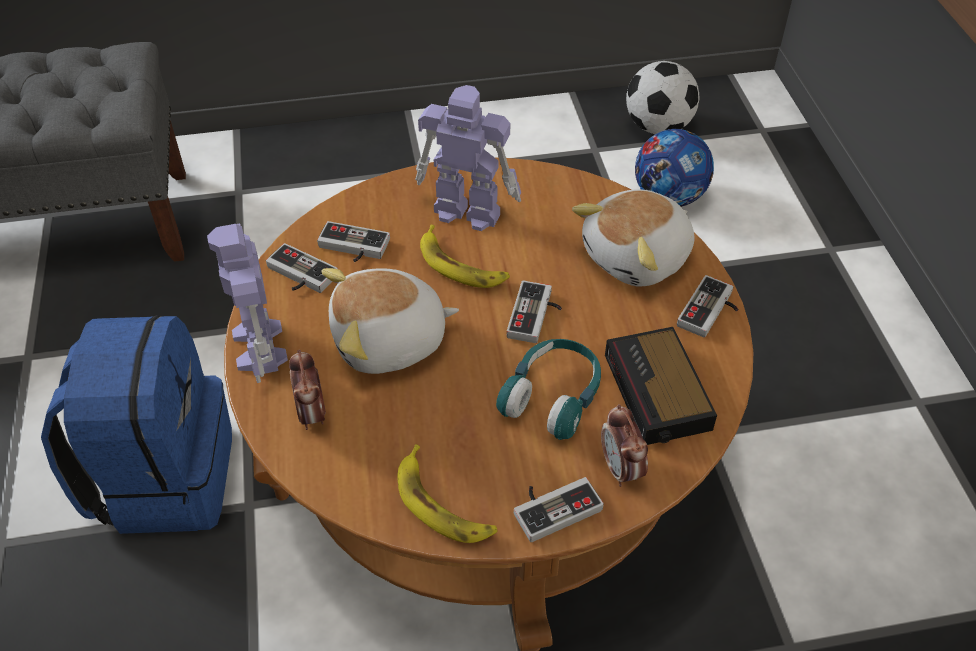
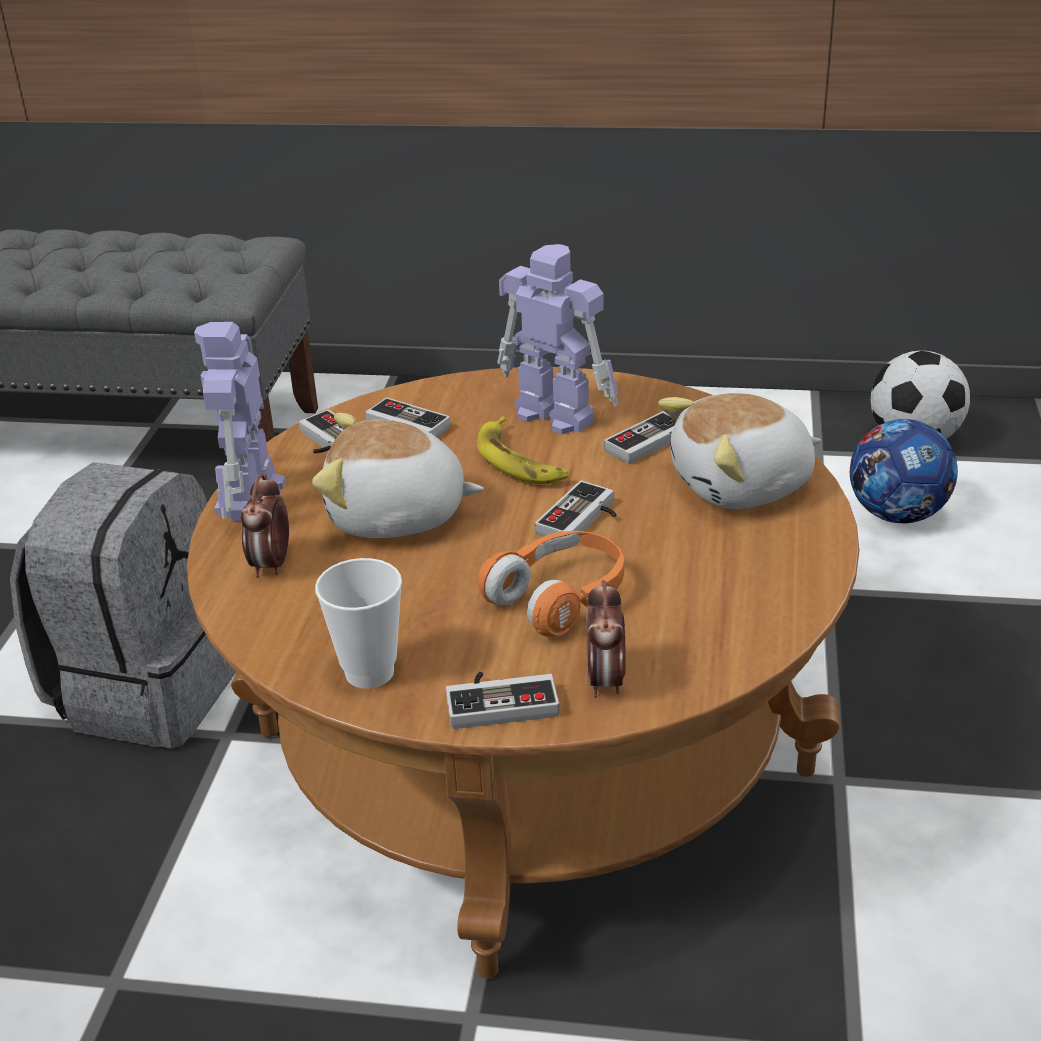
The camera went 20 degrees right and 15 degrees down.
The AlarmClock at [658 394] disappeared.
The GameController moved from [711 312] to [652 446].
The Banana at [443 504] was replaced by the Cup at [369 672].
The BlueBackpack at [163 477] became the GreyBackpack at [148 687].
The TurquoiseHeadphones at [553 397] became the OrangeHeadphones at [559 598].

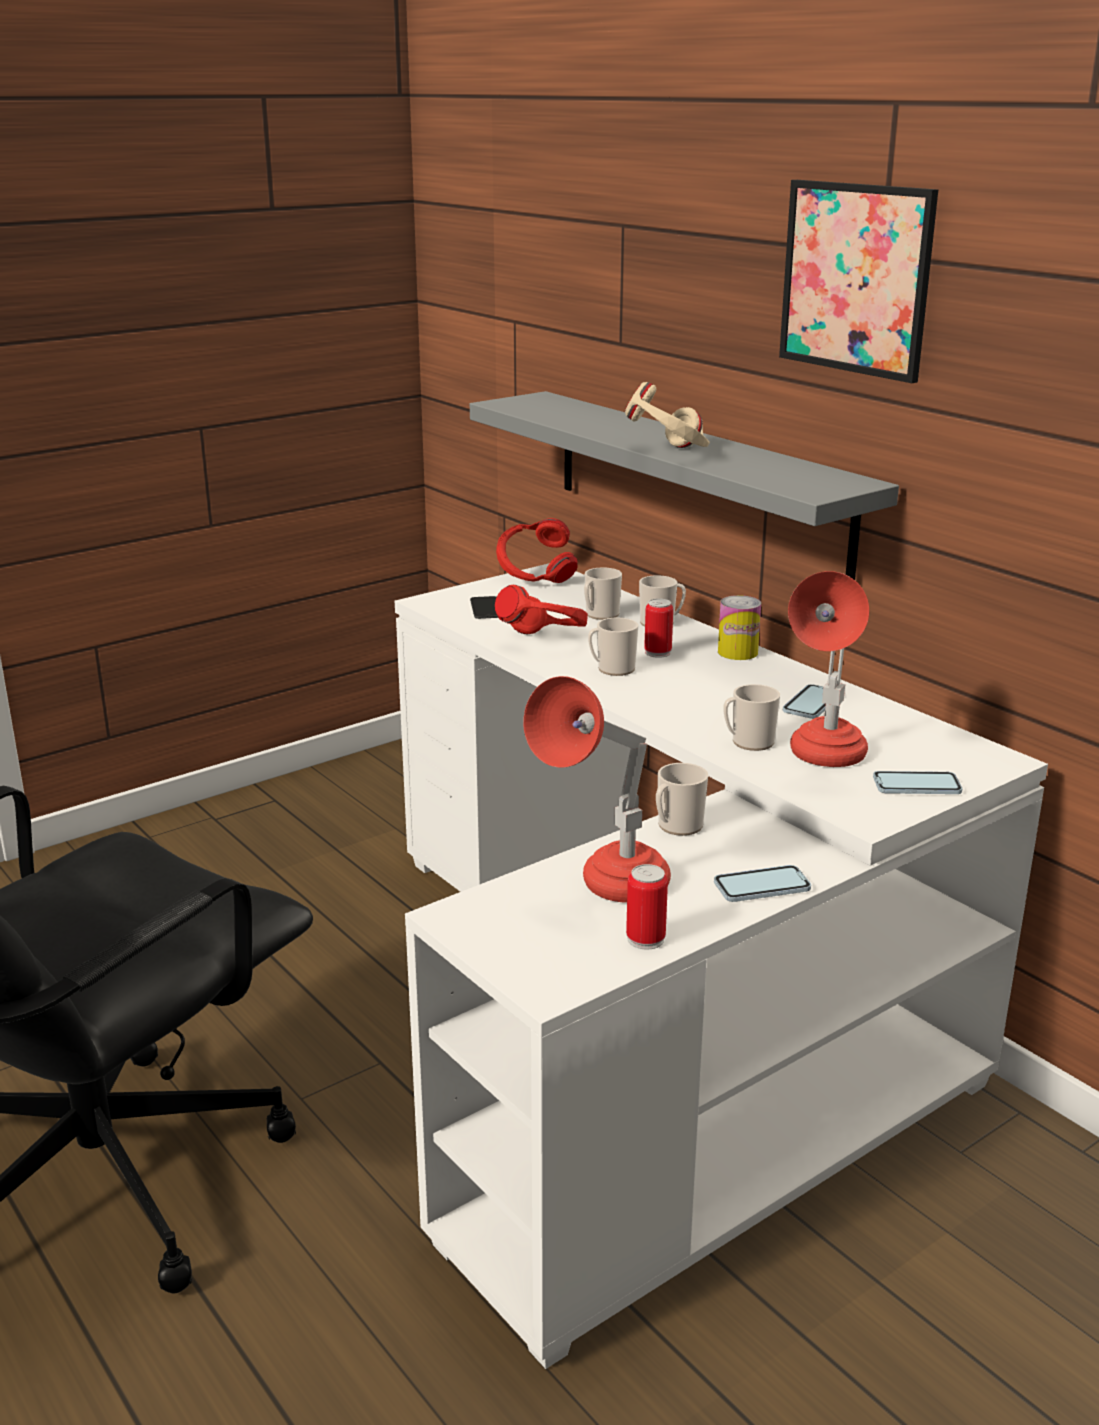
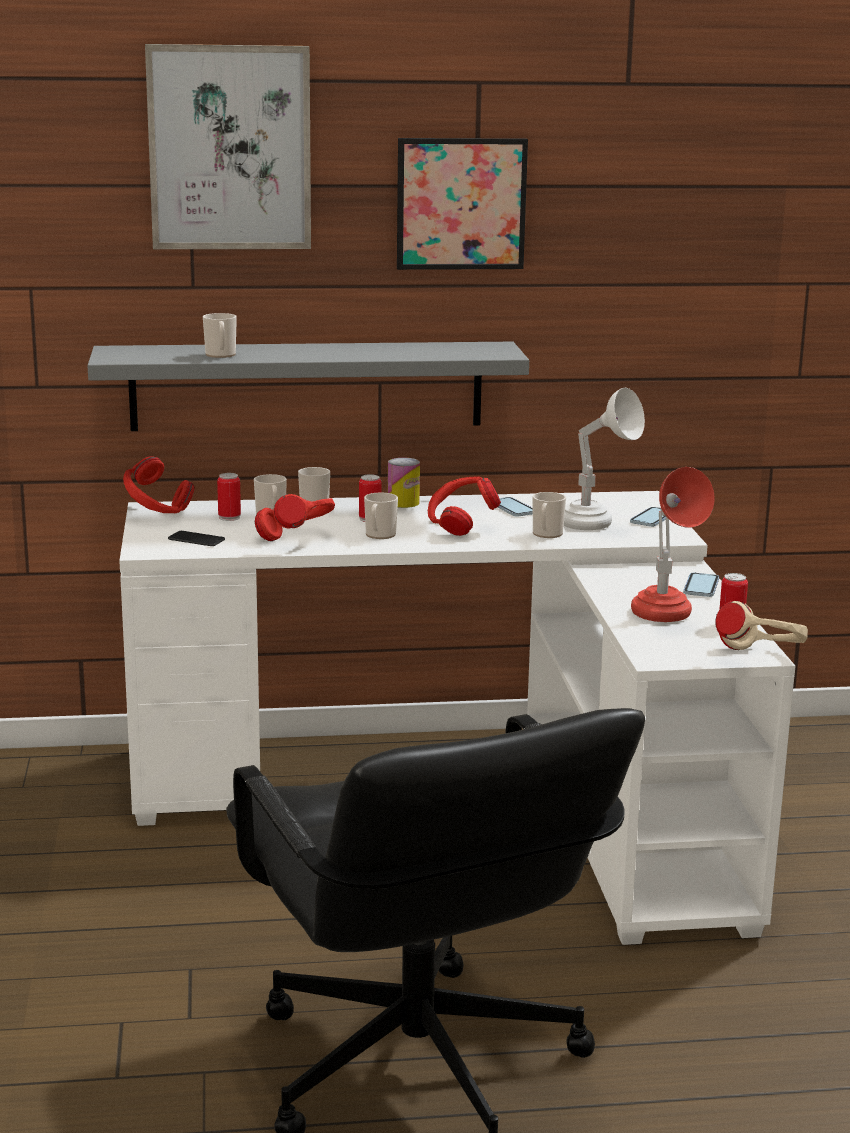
The camera went 60 degrees left and 5 degrees down.
The Picture at [229 148] appeared.
The Can at [229 517] appeared.
The RedHeadphones at [460 527] appeared.
The BeigeHeadphones moved from [669 454] to [759 659].
The Mug moved from [676 826] to [221 355].
The RedTableLamp at [823 761] became the WhiteTableLamp at [596 527].

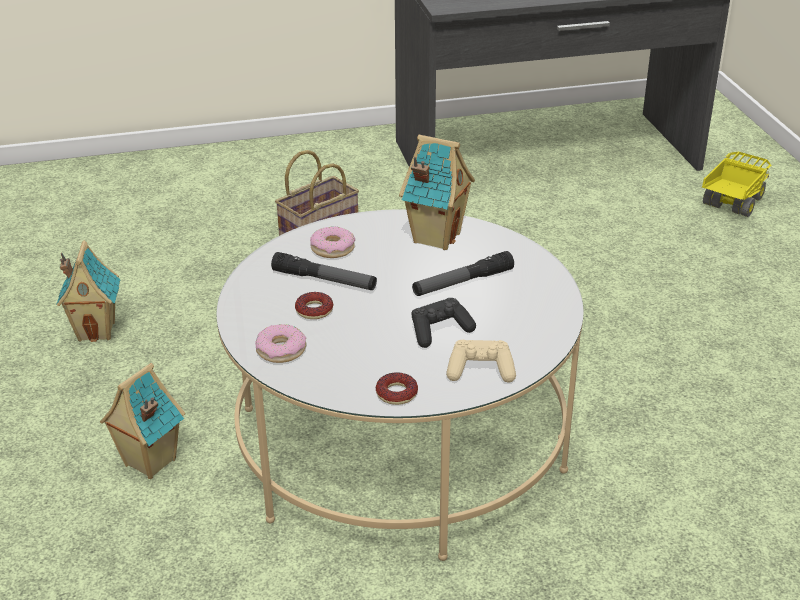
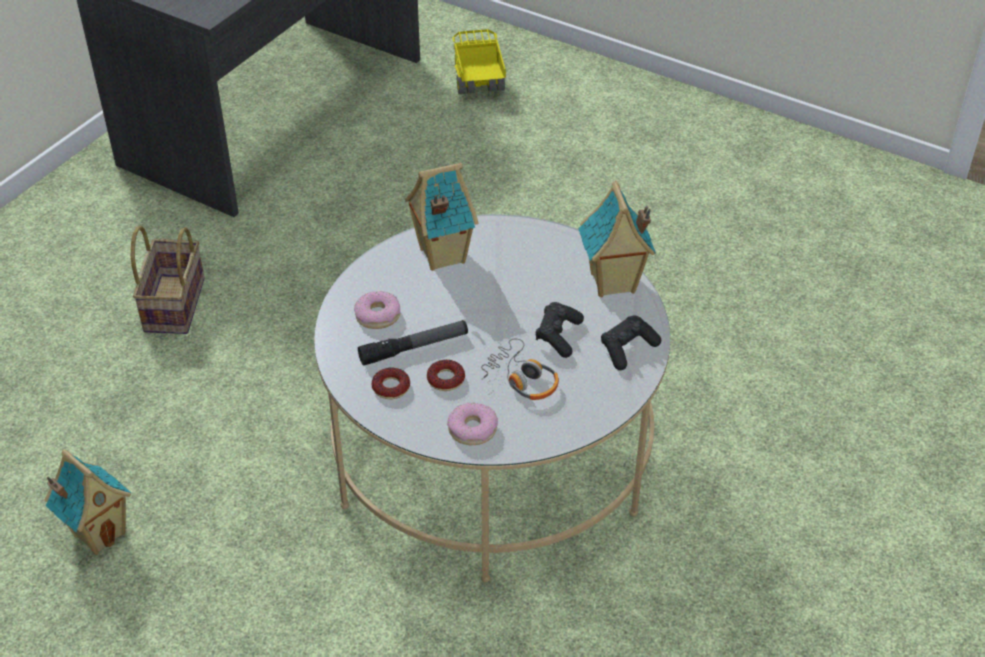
The camera went 45 degrees left and 10 degrees up.
The Flashlight at [462 282] disappeared.
The Headphones at [522 379] appeared.
The ToyHouse moved from [148 463] to [612 284].
The Donut moved from [396 393] to [391 387].
The BeigeGameController at [480 371] became the BlackGameController at [627 349].

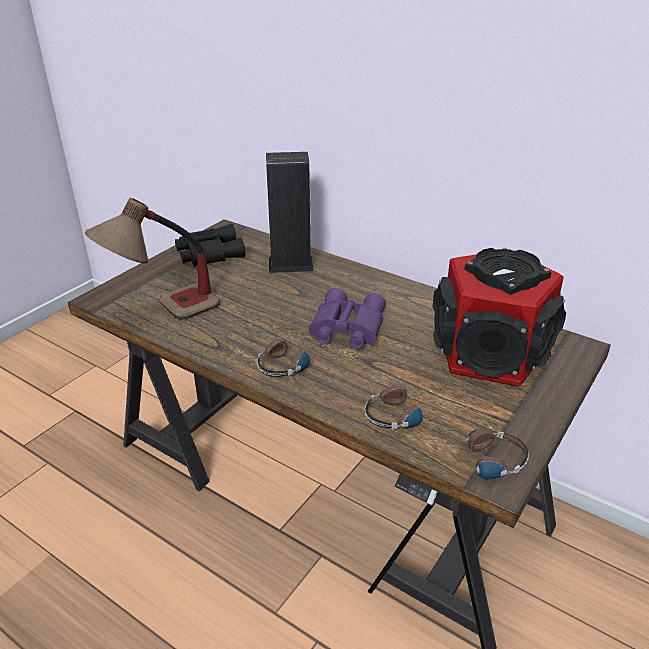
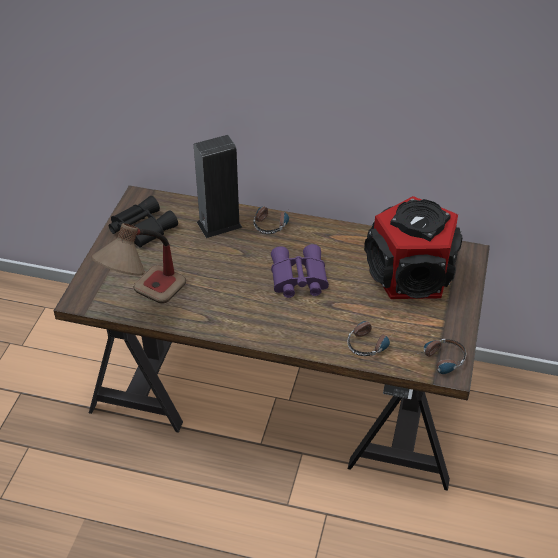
The camera went 20 degrees left and 10 degrees up.
The Headphones moved from [288 363] to [272 222].

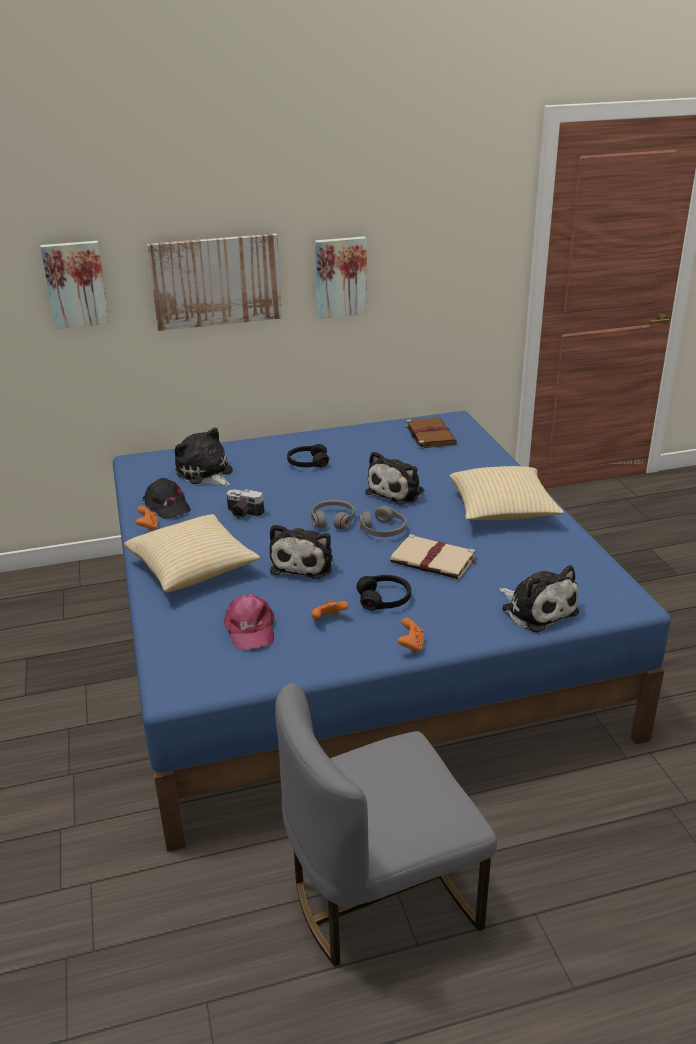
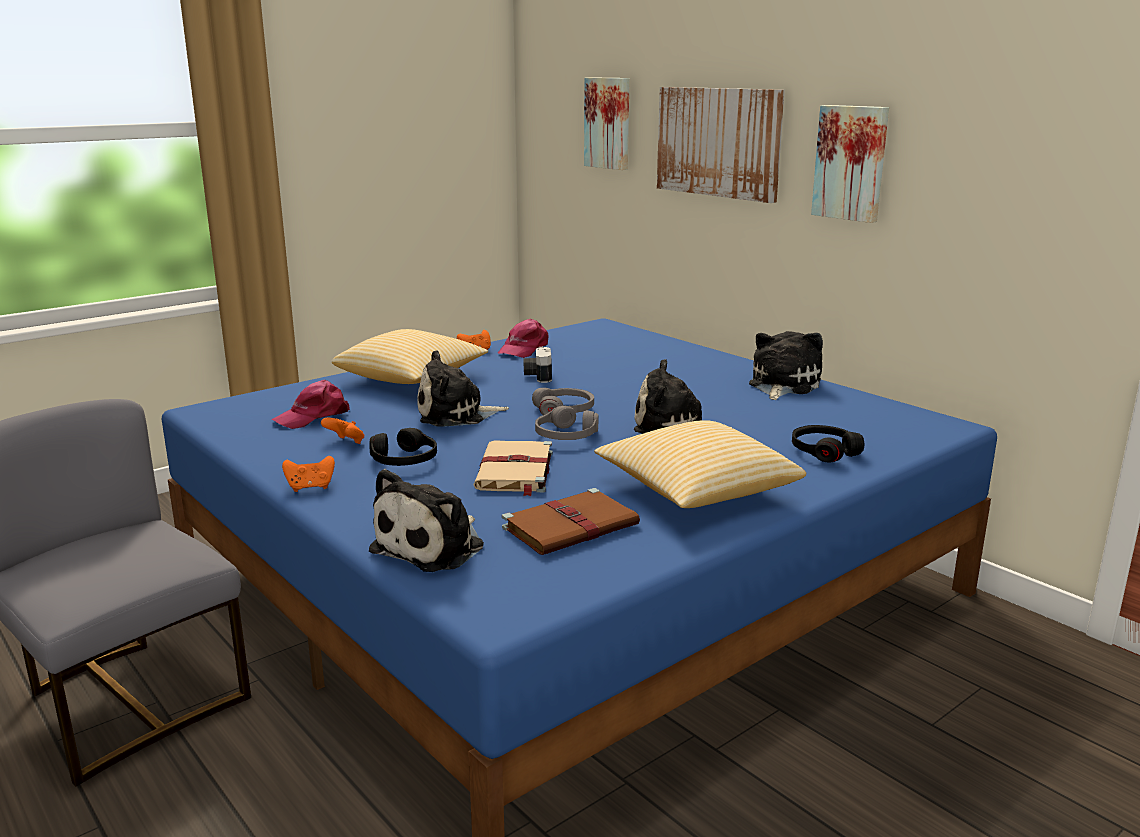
The camera went 65 degrees right and 10 degrees down.
The PlushToy moved from [205 473] to [782 385].
The BlackHeadphones moved from [307 463] to [824 452].
The BrownBook moved from [430 435] to [572 526].
The BlackCap at [167 506] became the PinkCap at [524 349].

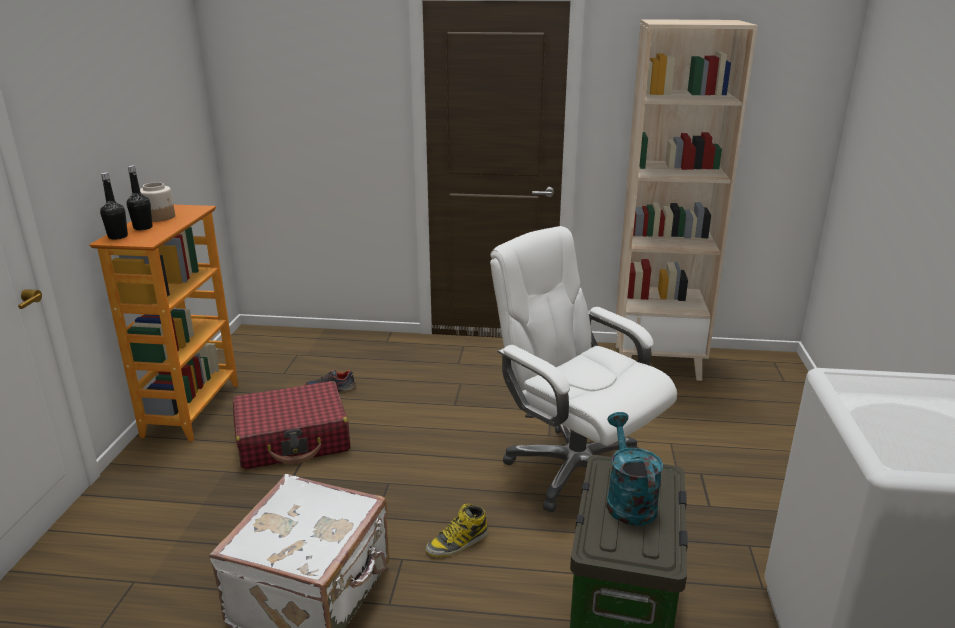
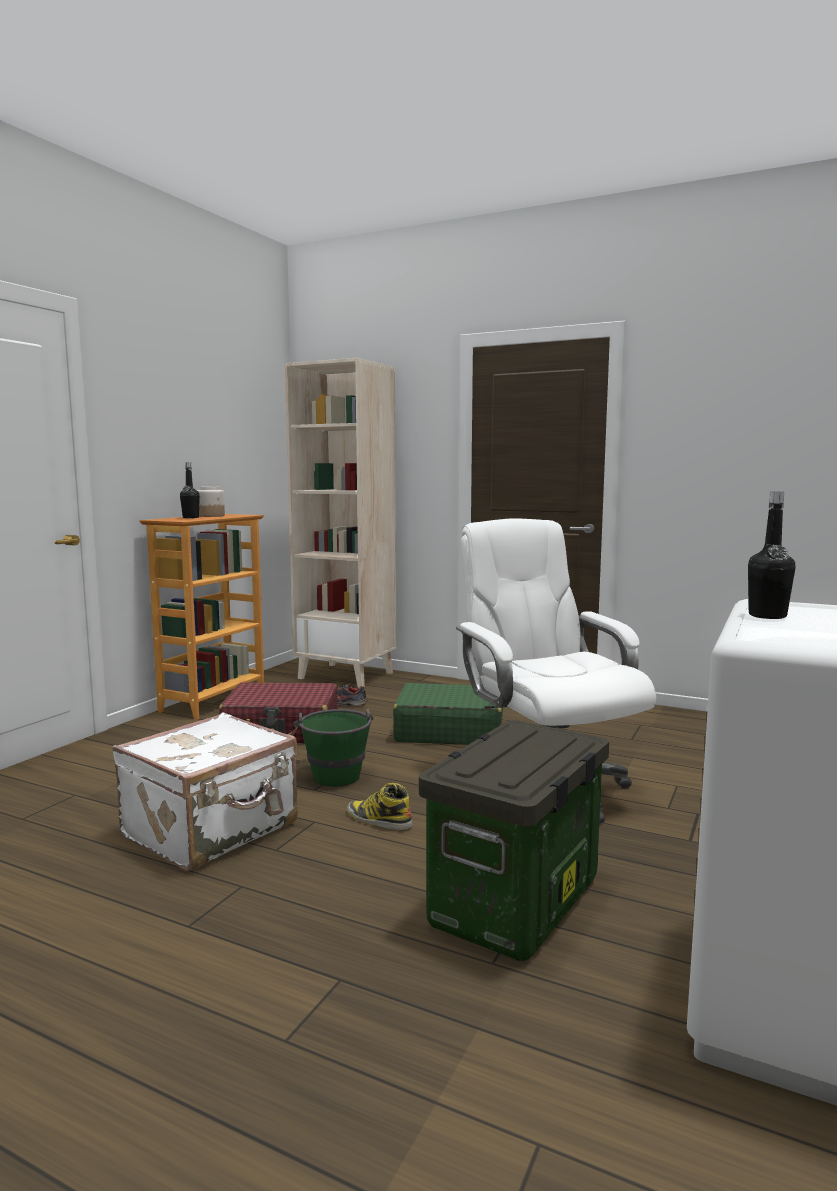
The camera went 20 degrees right and 15 degrees down.
The TurquoiseWateringCan at [628 500] disappeared.
The GreenBucket at [335 772] appeared.
The GreenSuitcase at [449 731] appeared.
The BlackBottle moved from [118 237] to [767 616].
The BeigeBookcase moved from [657 362] to [347 675].
The Boot at [457 543] turned 45 degrees clockwise.

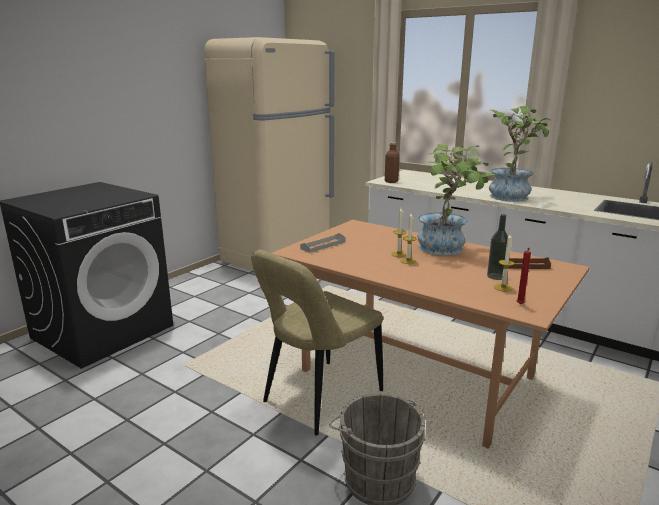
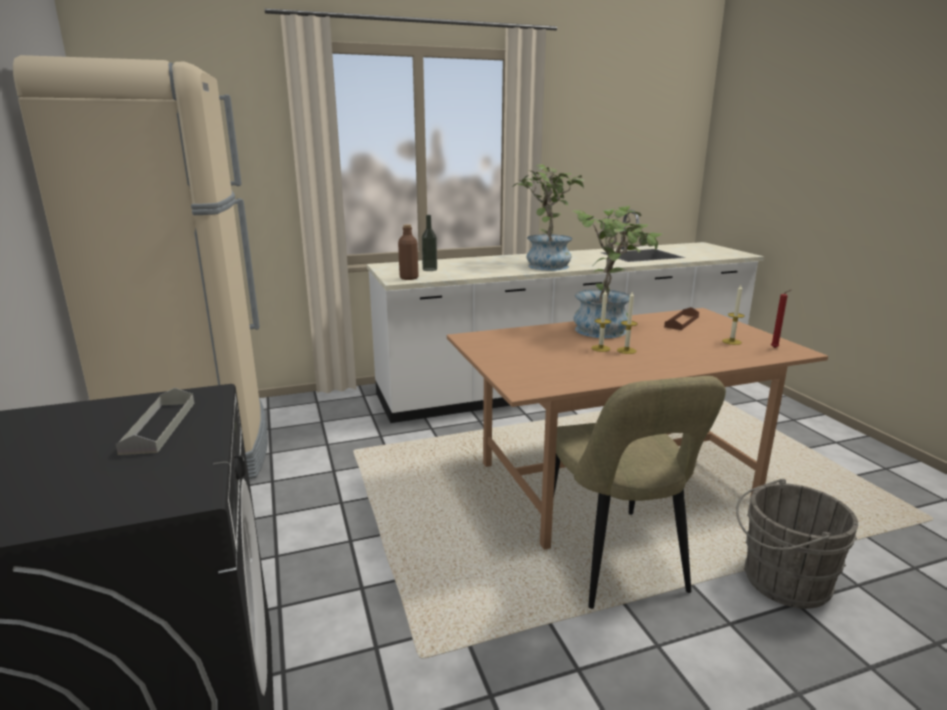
The camera went 55 degrees left and 0 degrees up.
The GreyTray moved from [323 245] to [159 427].
The Bottle moved from [496 276] to [429 269].

